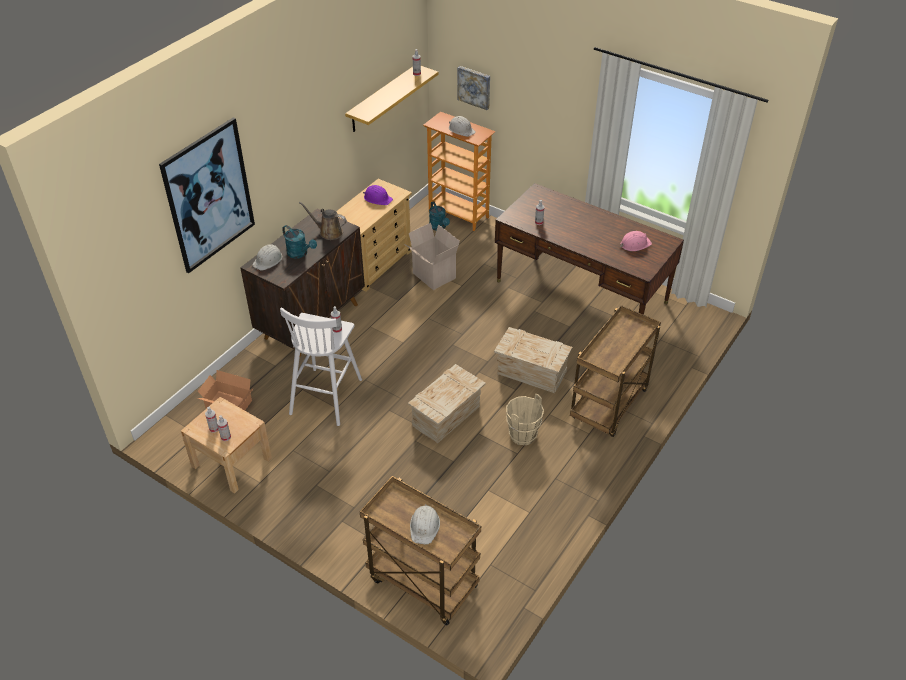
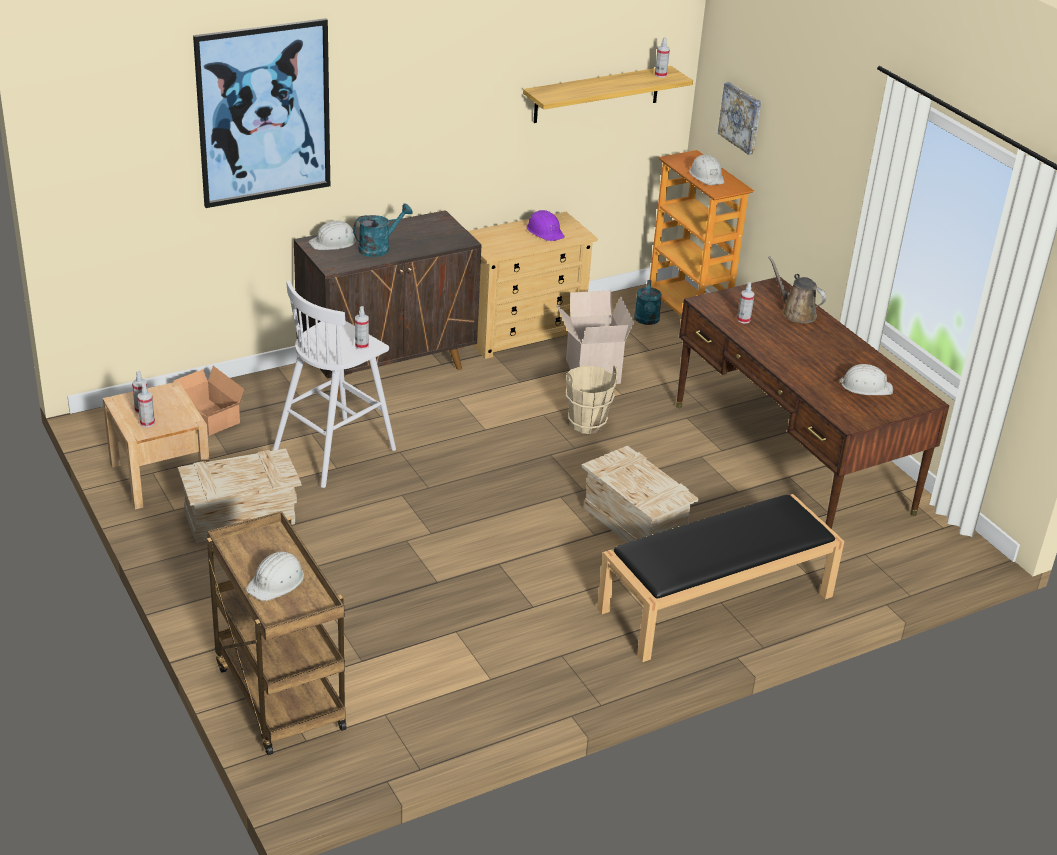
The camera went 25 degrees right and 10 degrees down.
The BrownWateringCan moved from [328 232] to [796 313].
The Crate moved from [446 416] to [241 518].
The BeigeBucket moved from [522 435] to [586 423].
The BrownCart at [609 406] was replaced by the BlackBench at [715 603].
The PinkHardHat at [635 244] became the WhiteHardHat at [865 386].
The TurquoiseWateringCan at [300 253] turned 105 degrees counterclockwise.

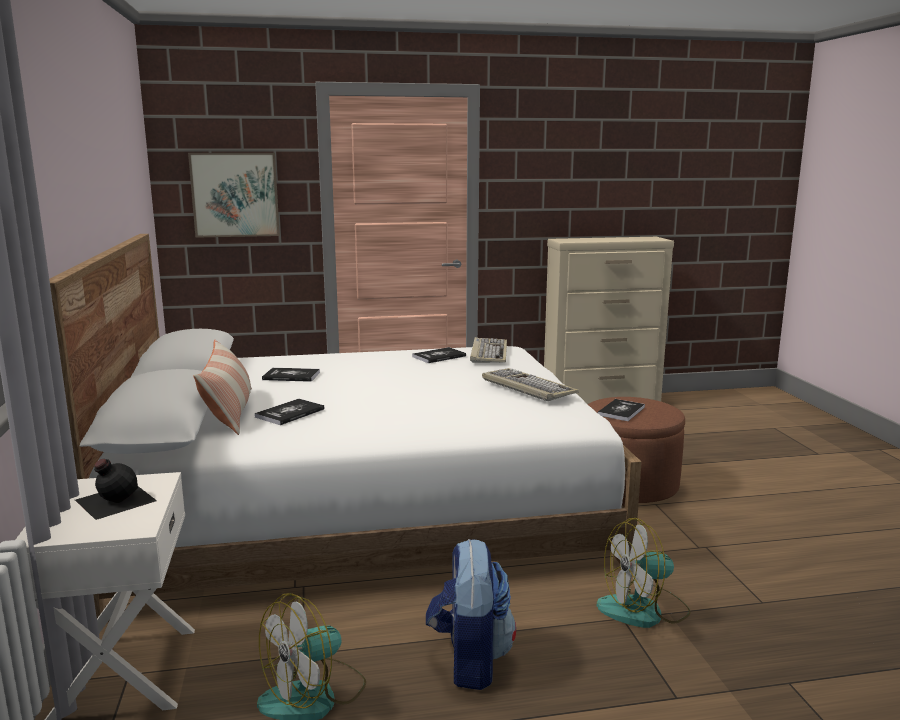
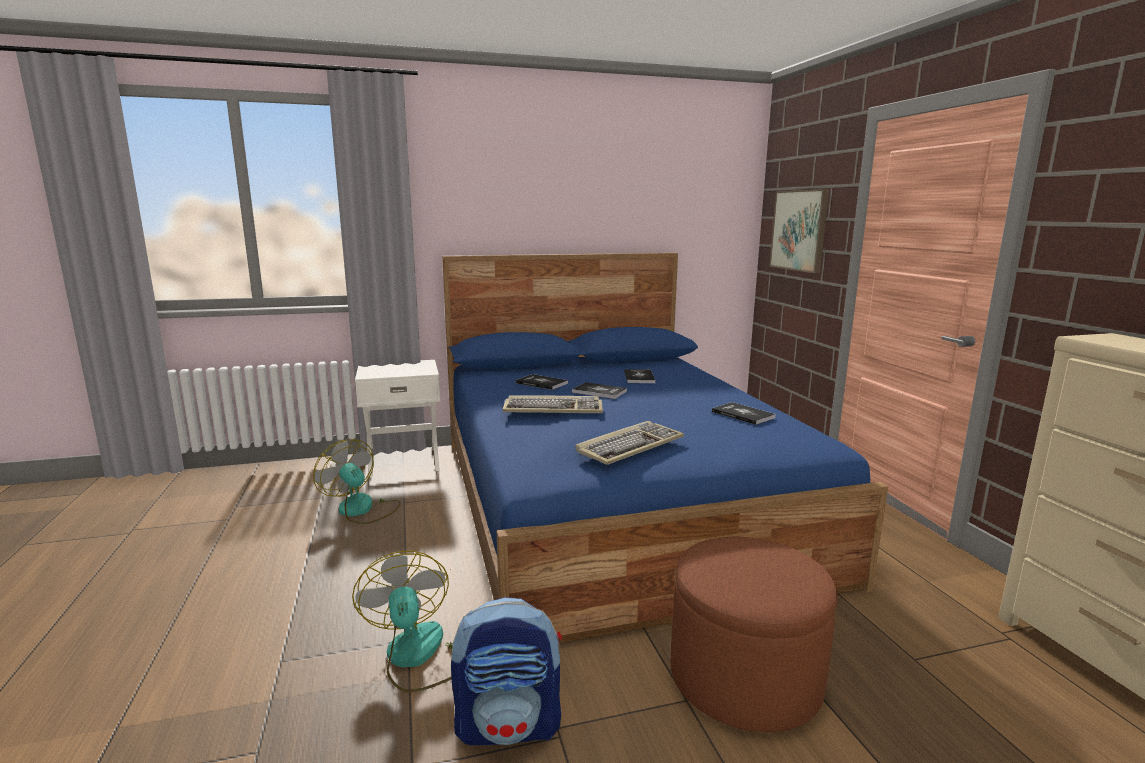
The camera went 85 degrees right and 0 degrees up.
The BlackBottle at [114 500] disappeared.
The Pillow at [229 411] disappeared.
The Backpack moved from [469 660] to [509 725].
The Keyboard moved from [488 353] to [554 409].
The Book moved from [621 411] to [599 392].
The WhiteBed at [361 505] became the BlueBed at [614 501].

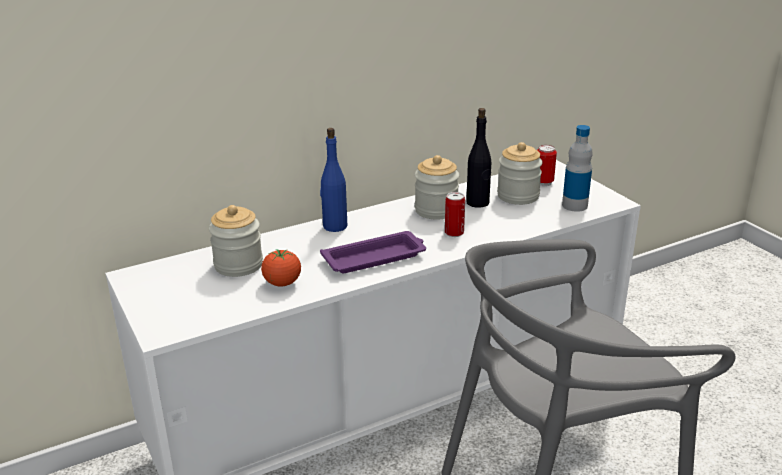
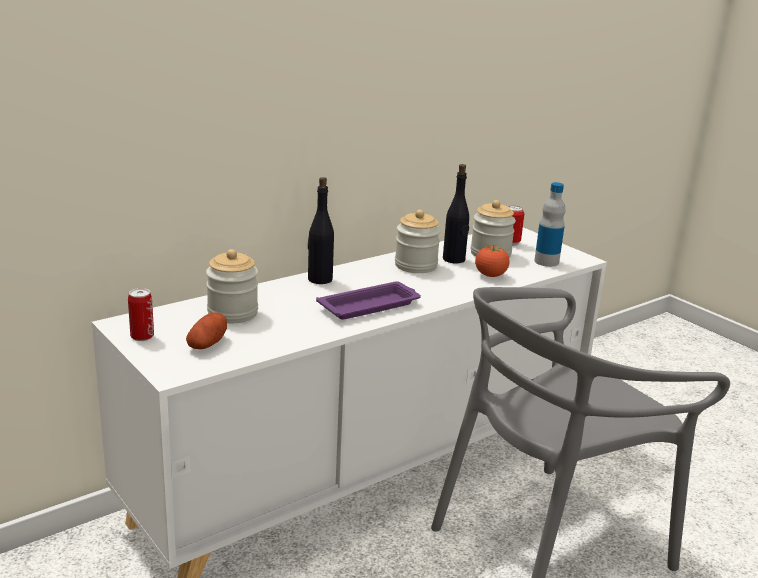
The camera went 10 degrees left and 5 degrees down.
The Potato at [207 344] appeared.
The Tomato moved from [282 283] to [490 275].
The Can moved from [454 233] to [142 336].
The BlueBottle at [334 226] became the BlackBottle at [319 279].

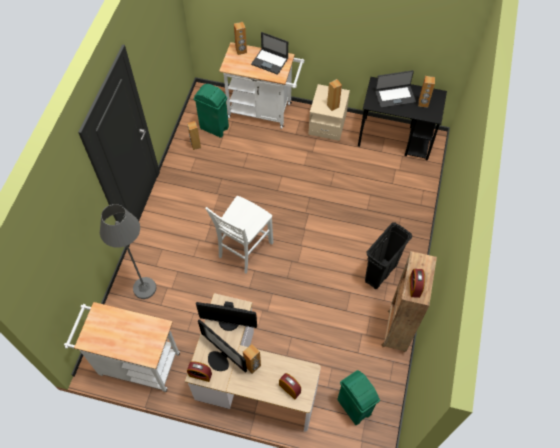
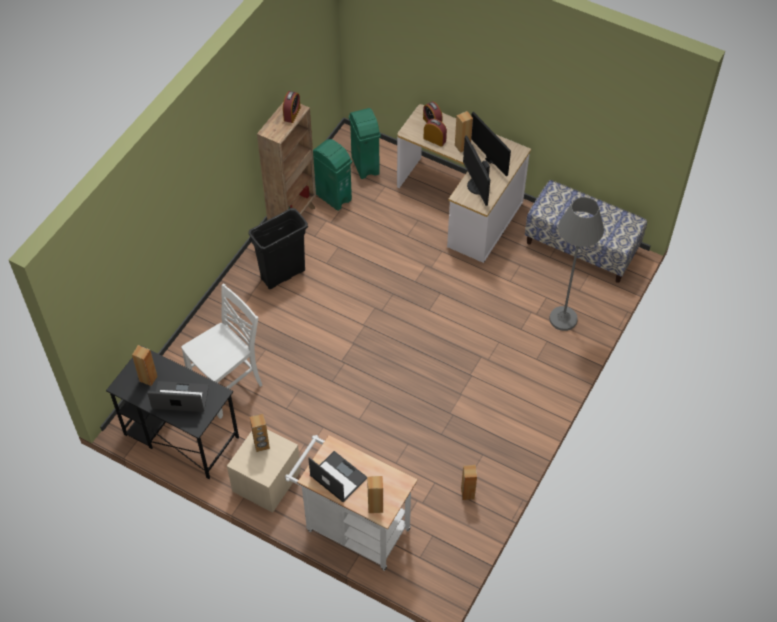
The camera went 165 degrees left and 5 degrees down.
The AlarmClock moved from [200 374] to [434 139].
The GreenTrashCan moved from [214 128] to [333 197].
The WhiteChair moved from [244 250] to [229 386].
The WhiteCart at [135 363] was replaced by the Bench at [581 247].
The Monitor at [229 322] turned 135 degrees counterclockwise.

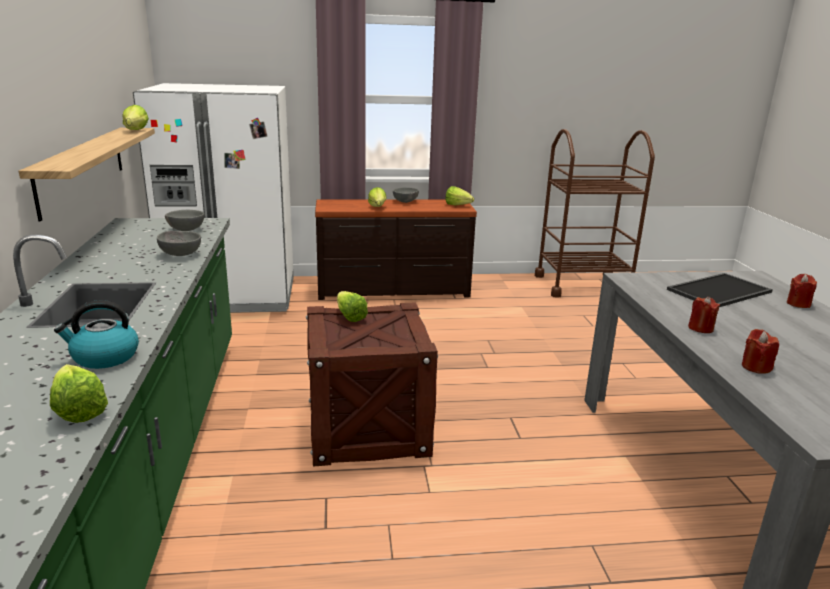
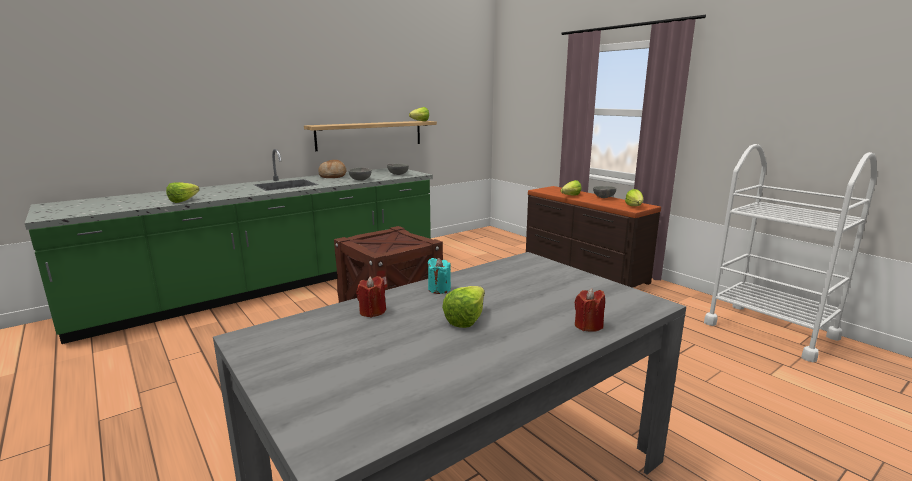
The camera went 60 degrees right and 5 degrees down.
The Kettle at [104 357] disappeared.
The WhiteFridge at [233 295] disappeared.
The Tray at [720 291] disappeared.
The Bread at [333 176] appeared.
The Lettuce moved from [349 315] to [469 318].
The BrownCart at [582 285] became the WhiteCart at [769 330].
The RedCandle at [700 328] became the TurquoiseCandle at [439 289].

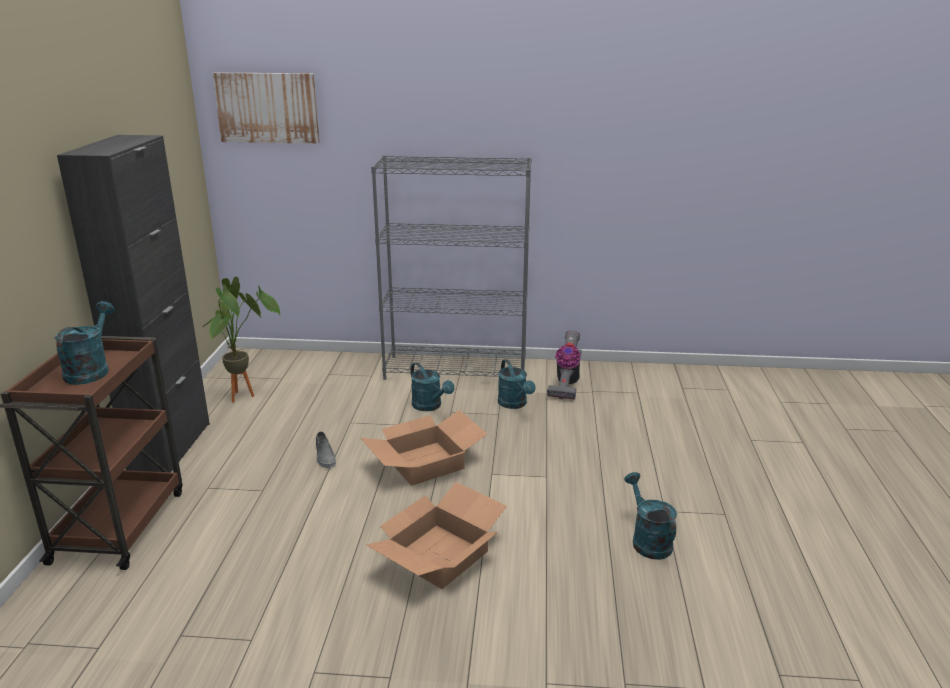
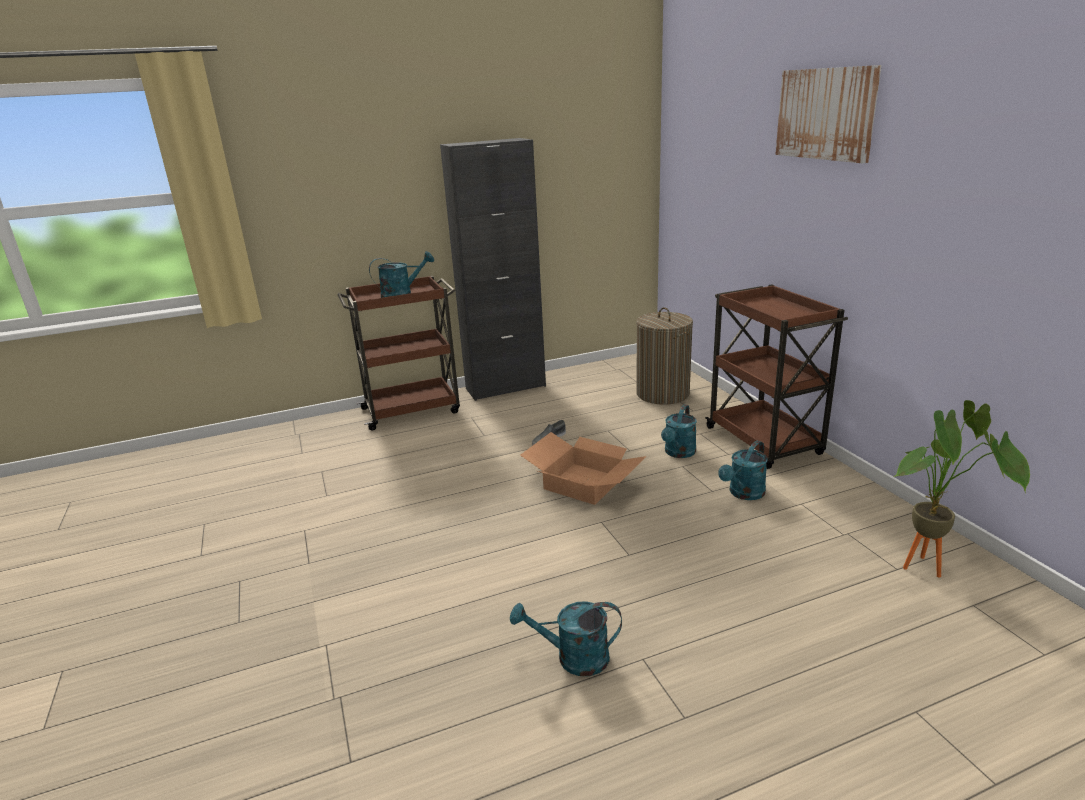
The camera went 65 degrees right and 0 degrees up.
The CardboardBox at [439 554] disappeared.
The VacuumCleaner at [566 384] disappeared.
The LaundryBasket at [662 393] appeared.
The PottedPlant moved from [246 394] to [931 568].
The Picture moved from [267 107] to [826 114].
The GreyBookcase at [456 370] was replaced by the BrownCart at [764 442].
The TurquoiseWateringCan at [647 540] turned 135 degrees counterclockwise.

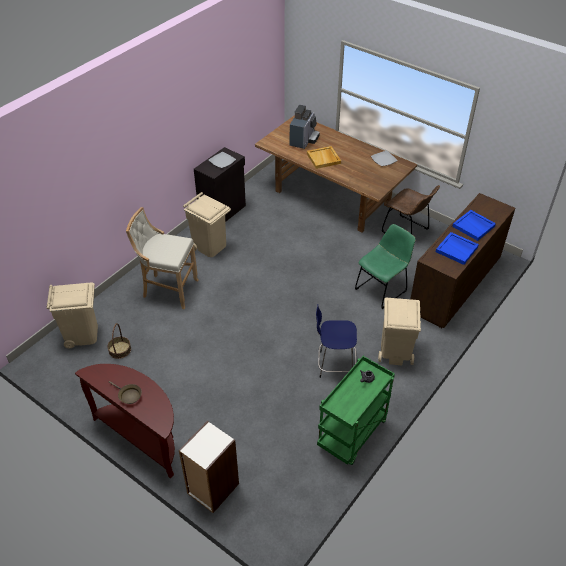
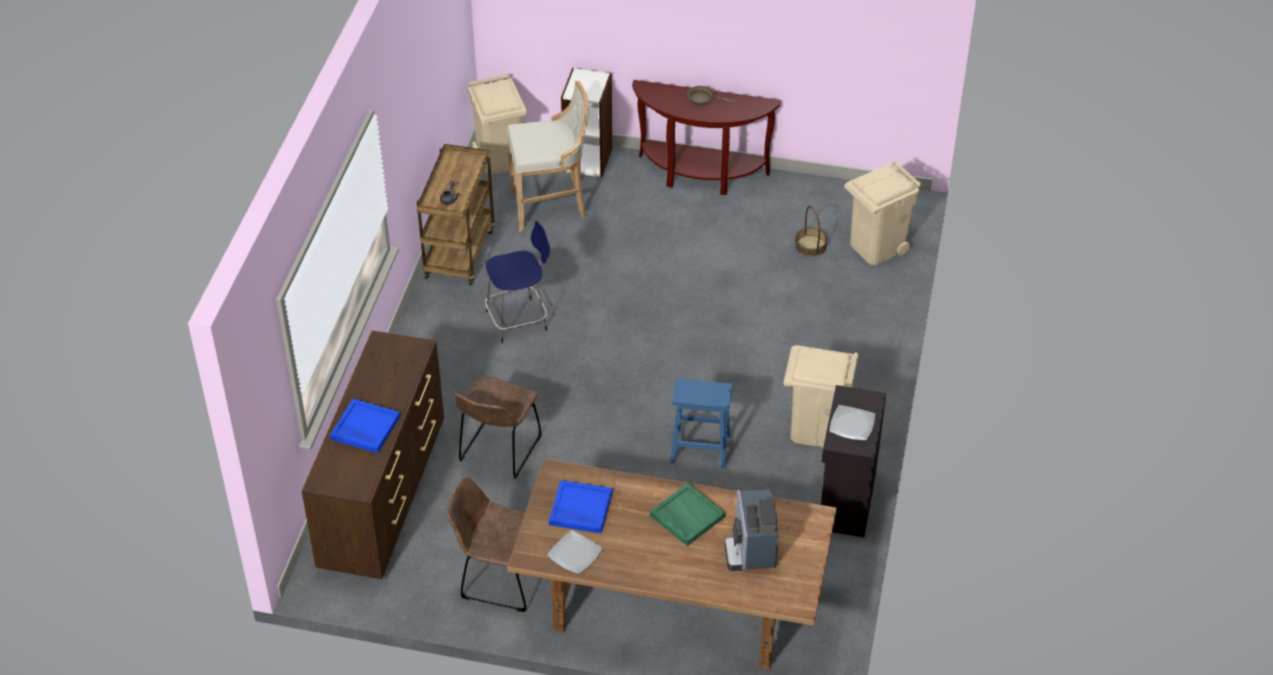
The camera went 155 degrees right and 0 degrees up.
The BlueStool at [699 449] appeared.
The BeigeStool moved from [168 290] to [551 206].
The BeigeTrashCan moved from [395 352] to [500 159].
The BlueTray moved from [457 249] to [580 509].
The BeigeTray at [324 158] became the GreenTray at [686 516].
The GreenCart at [352 435] became the BrownCart at [459 252].
The GreenChair at [382 289] became the BrownChair at [498 452].

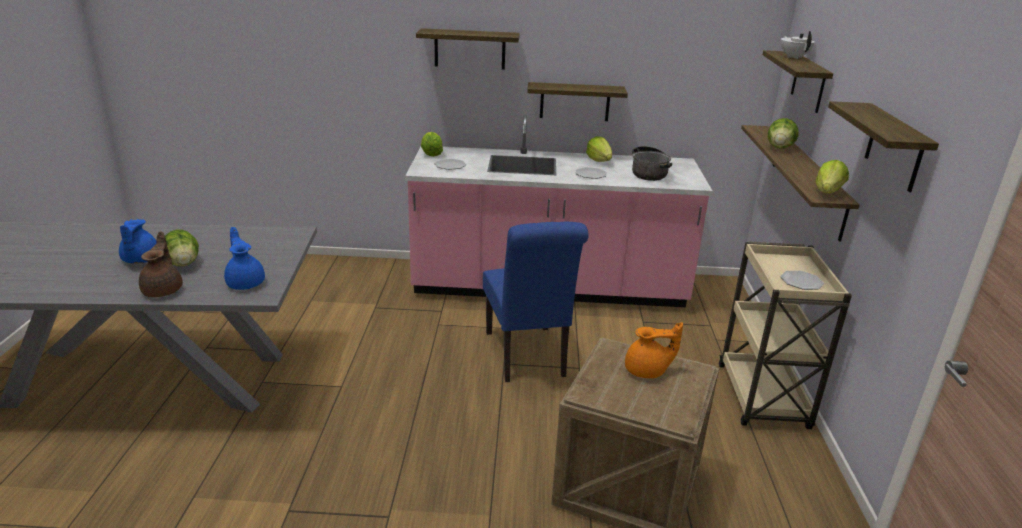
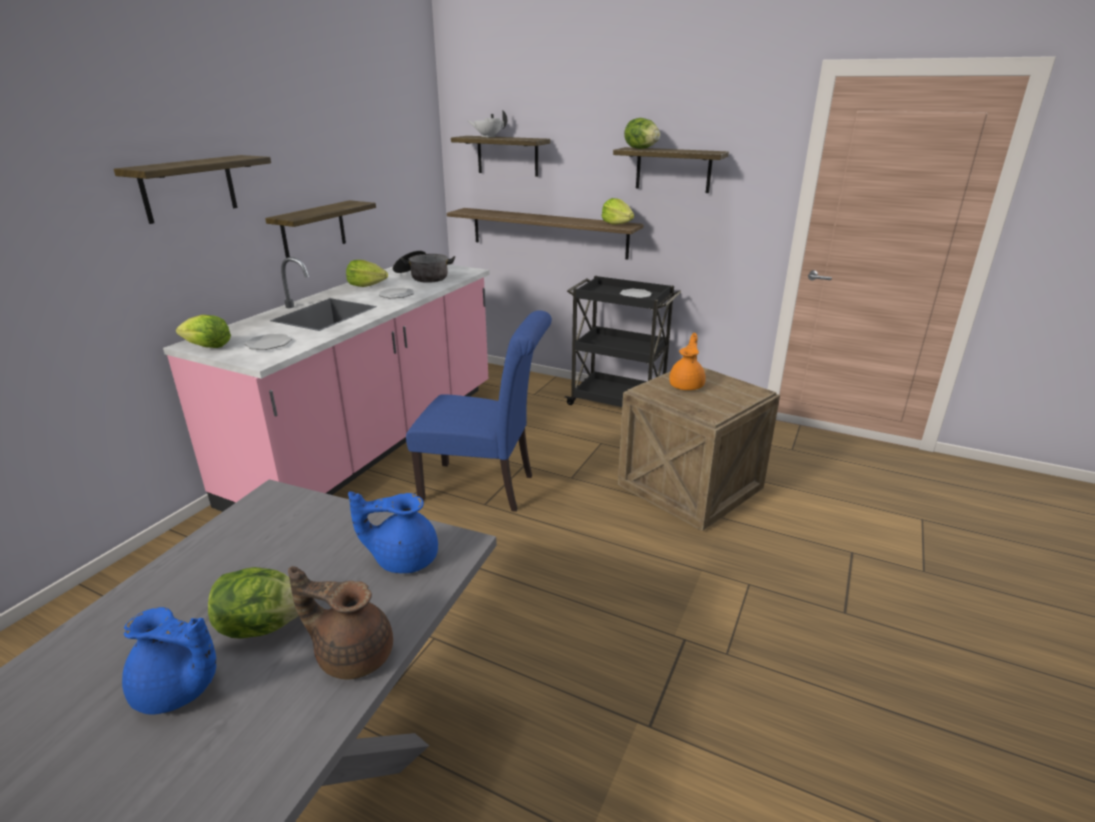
The camera went 65 degrees left and 0 degrees up.
The Lettuce moved from [779 147] to [641 148].
The BeigeCart at [763 398] became the BlackCart at [618 403].

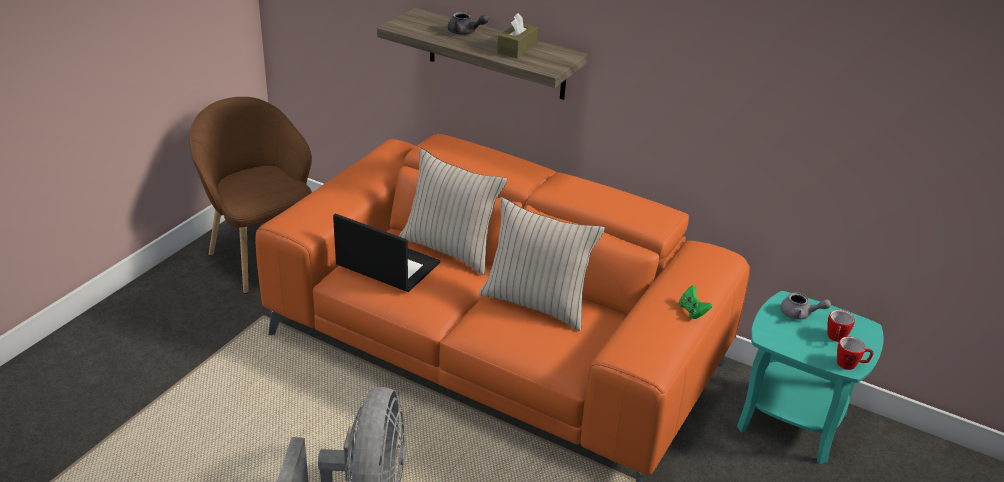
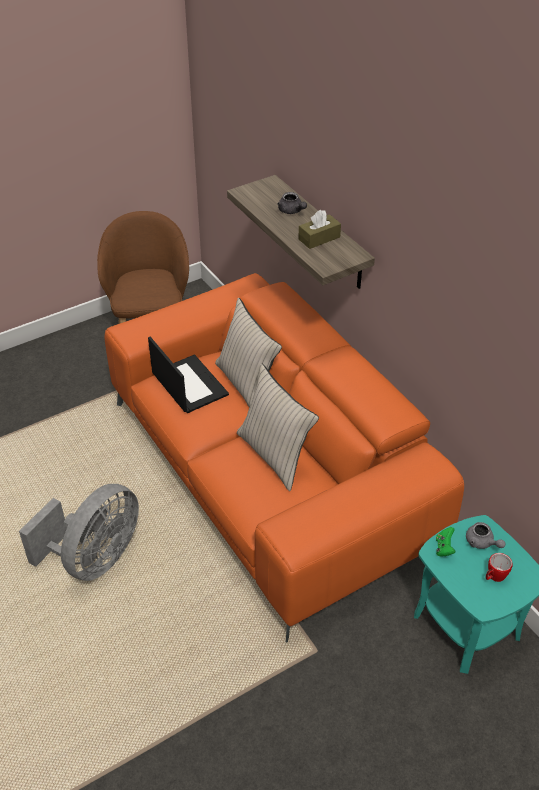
The camera went 30 degrees right and 10 degrees up.
The Mug at [850 365] disappeared.
The GreenGameController moved from [692 311] to [444 548].

